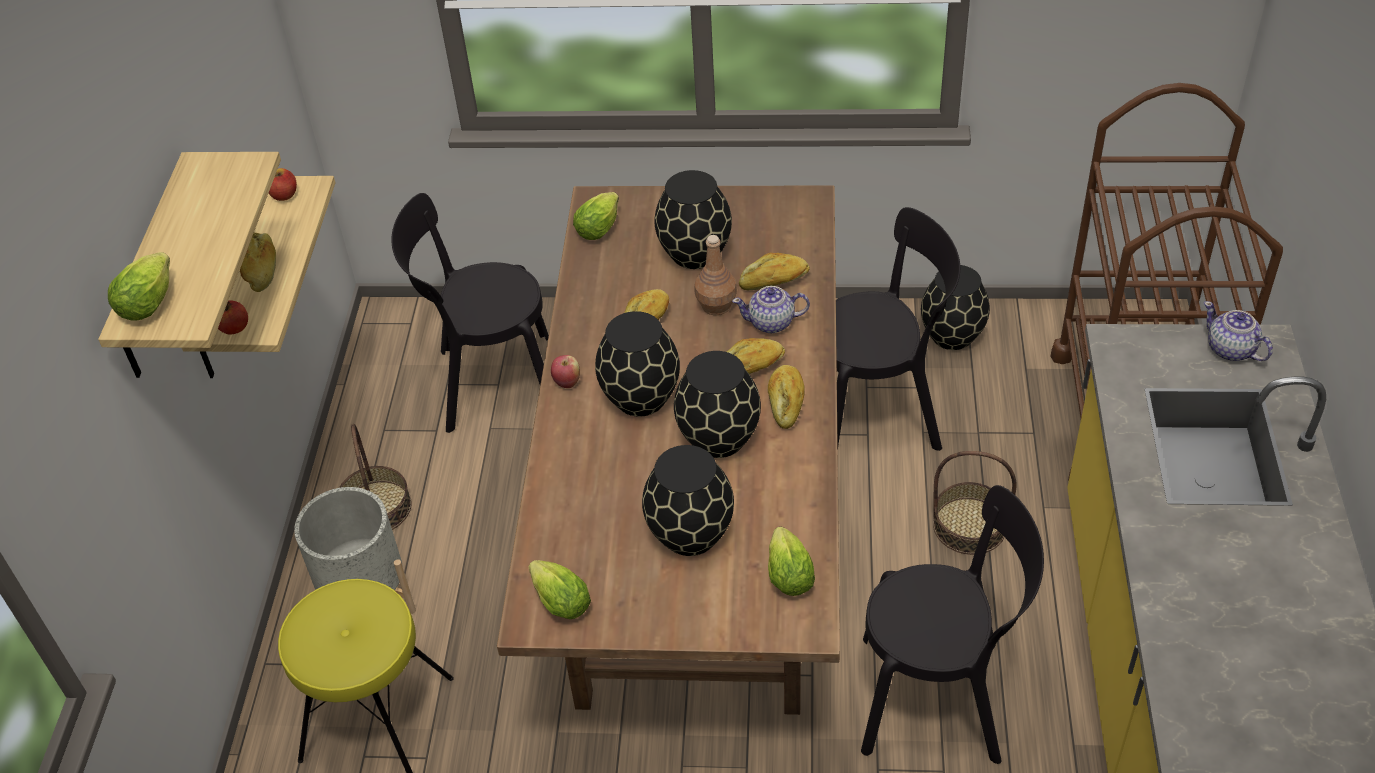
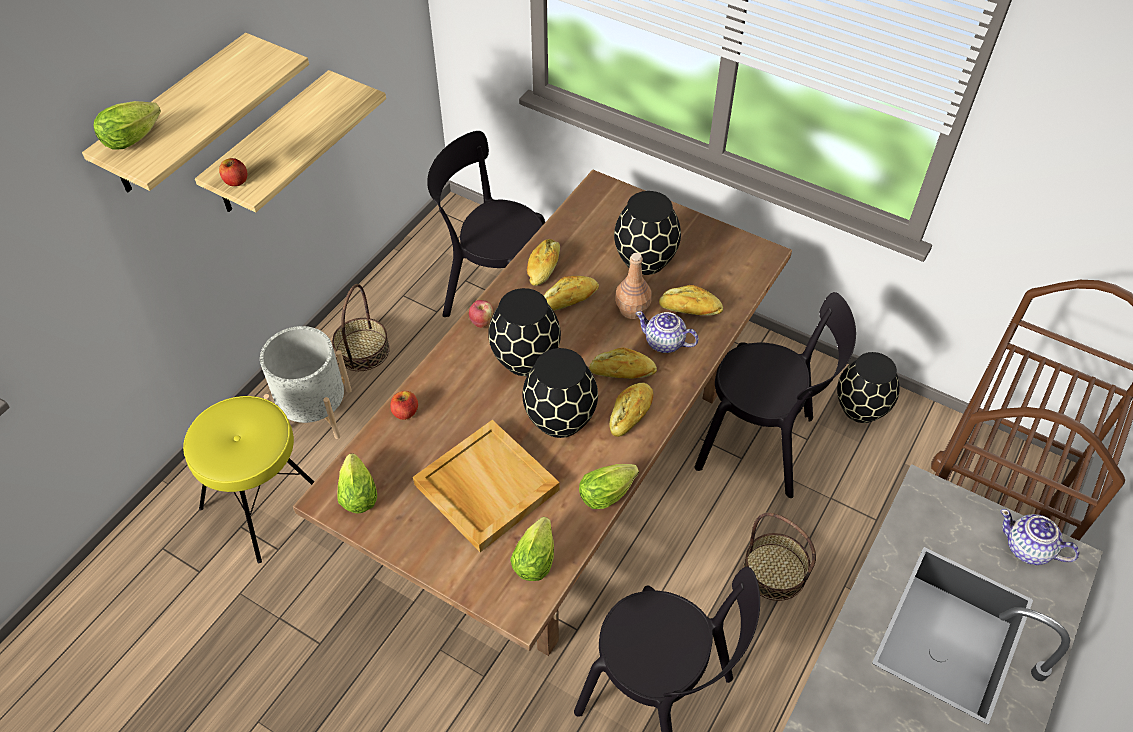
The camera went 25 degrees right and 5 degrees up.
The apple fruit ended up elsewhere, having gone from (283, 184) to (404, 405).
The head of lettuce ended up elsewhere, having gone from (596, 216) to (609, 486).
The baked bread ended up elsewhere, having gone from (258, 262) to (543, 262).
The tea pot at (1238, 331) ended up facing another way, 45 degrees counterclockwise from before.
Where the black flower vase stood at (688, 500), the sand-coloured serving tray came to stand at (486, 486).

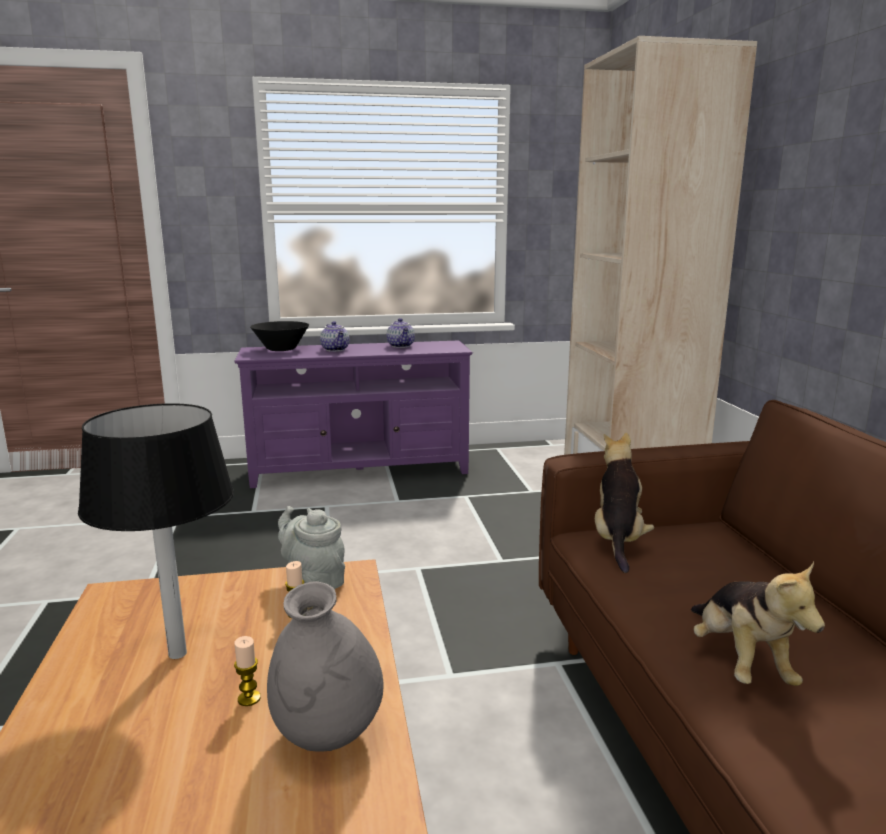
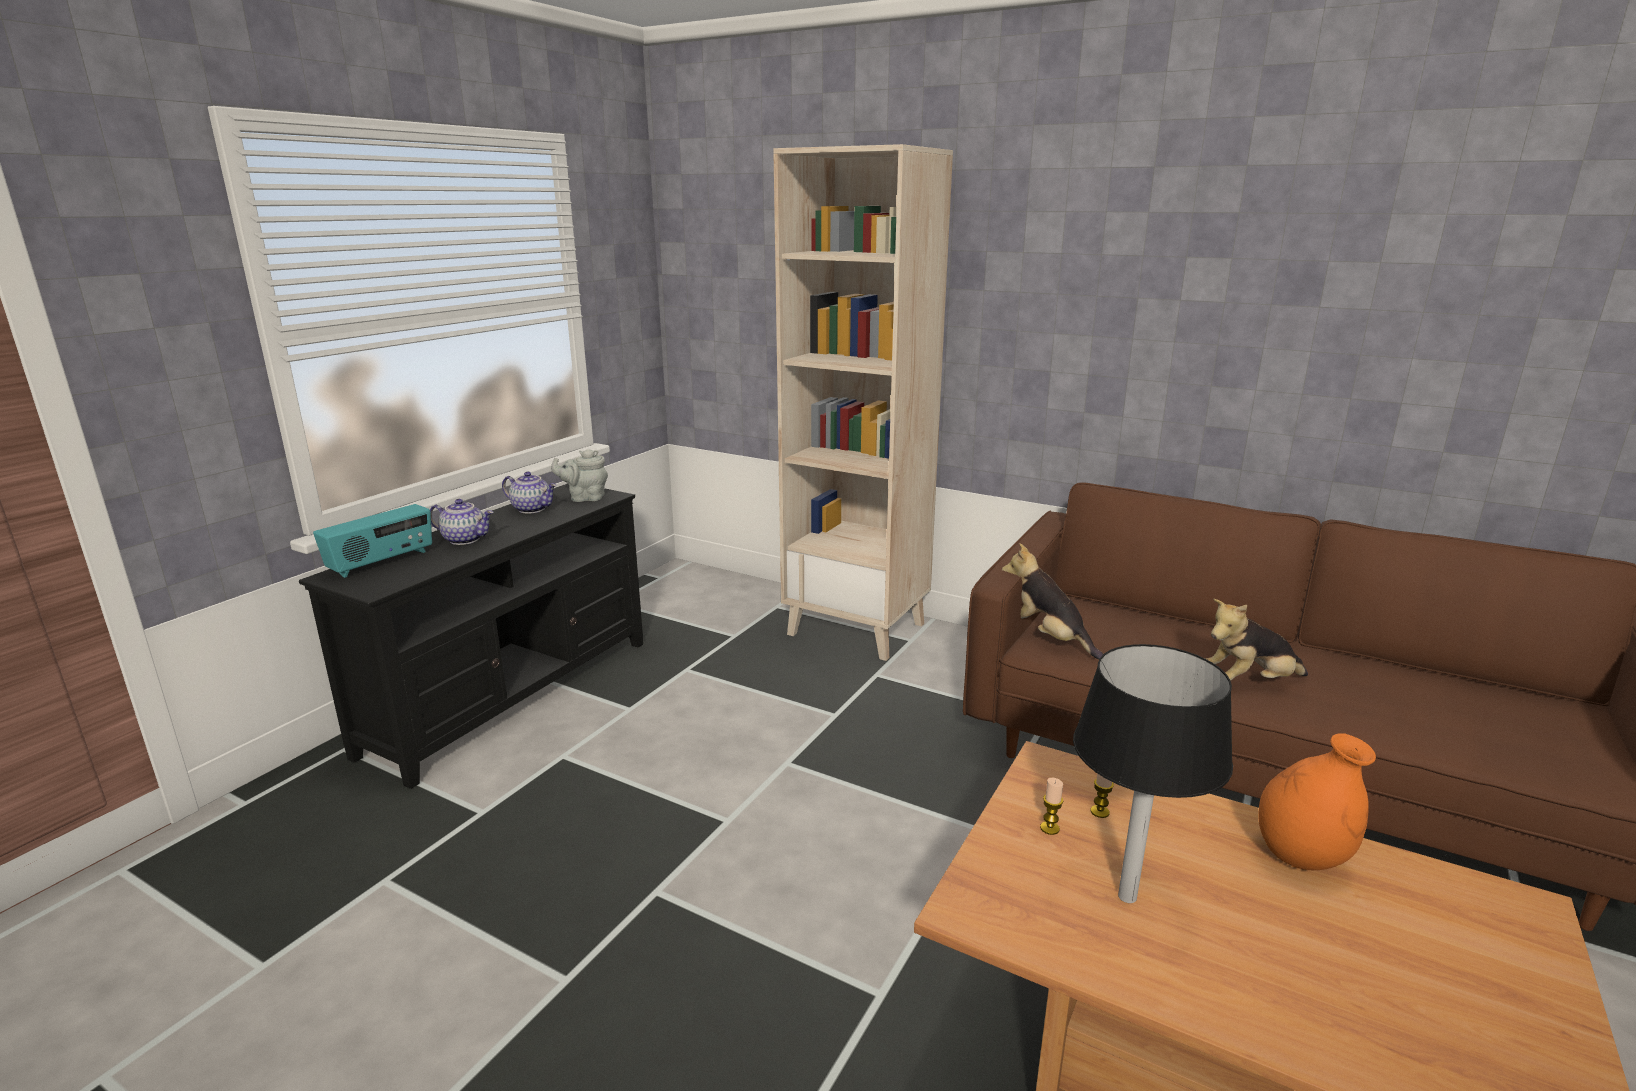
The camera went 50 degrees left and 5 degrees up.
Where the black serving bowl stood at (279, 336), the radio set came to stand at (372, 541).
What was the purple tv stand at (353, 414) turned into the black tv stand at (471, 636).
The grey tea pot ended up elsewhere, having gone from (311, 547) to (579, 475).
The plush toy at (758, 624) ended up facing another way, 135 degrees clockwise from before.
What was the grey flower vase at (325, 666) turned into the orange-coloured flower vase at (1317, 801).
The wax candle ended up elsewhere, having gone from (247, 671) to (1051, 806).

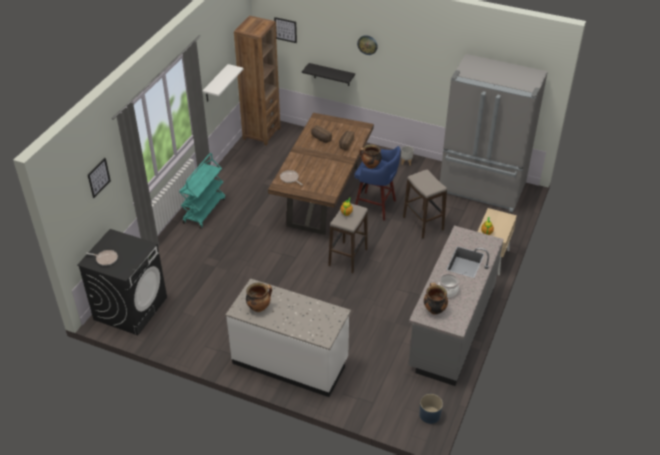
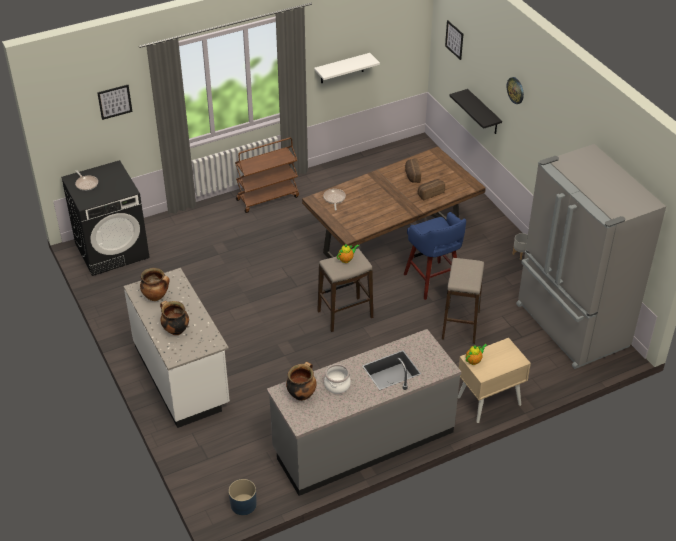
The camera went 40 degrees right and 0 degrees up.
The second view lost the brown shelving unit at (257, 81).
The stockpot ended up elsewhere, having gone from (370, 156) to (174, 318).
What was the turquoise cart at (202, 191) turned into the brown cart at (267, 175).

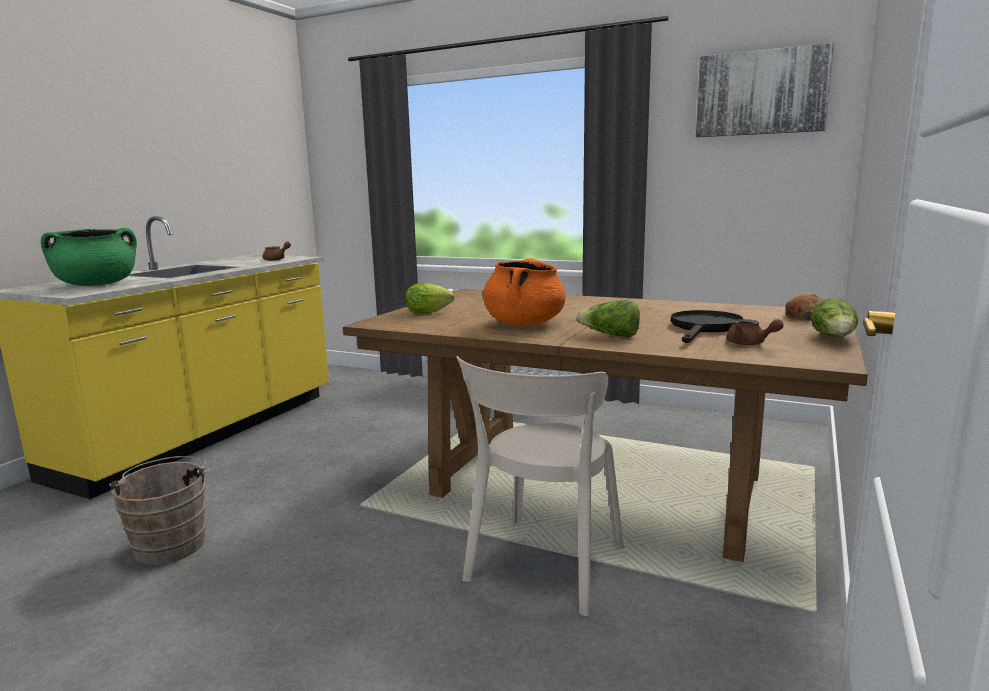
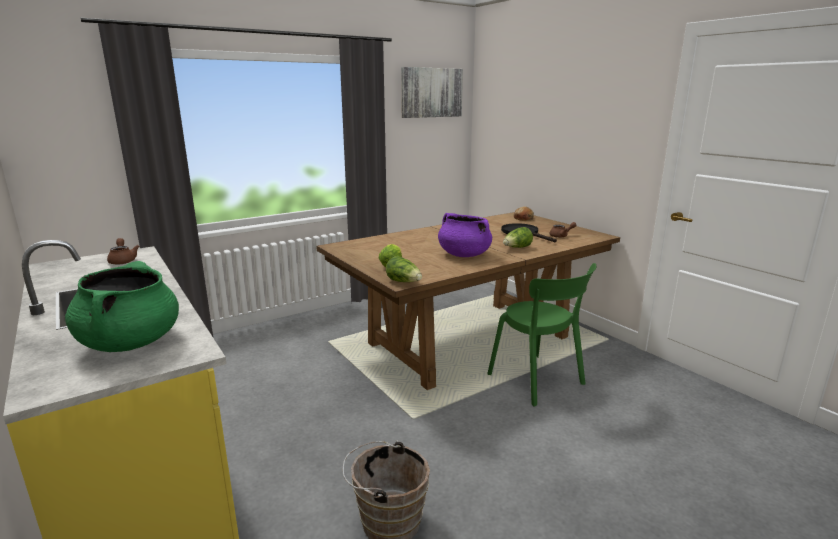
The camera went 60 degrees left and 5 degrees up.
What was the orange-coloured stockpot at (524, 292) turned into the purple stockpot at (465, 235).
The head of lettuce ended up elsewhere, having gone from (834, 317) to (404, 269).
What was the sand-coloured upright chair at (540, 486) turned into the greenish upright chair at (541, 334).

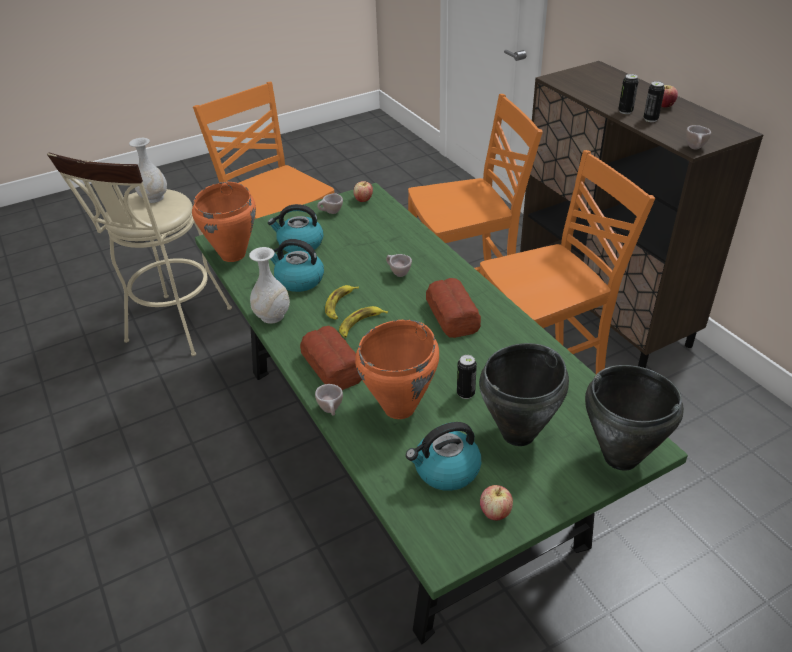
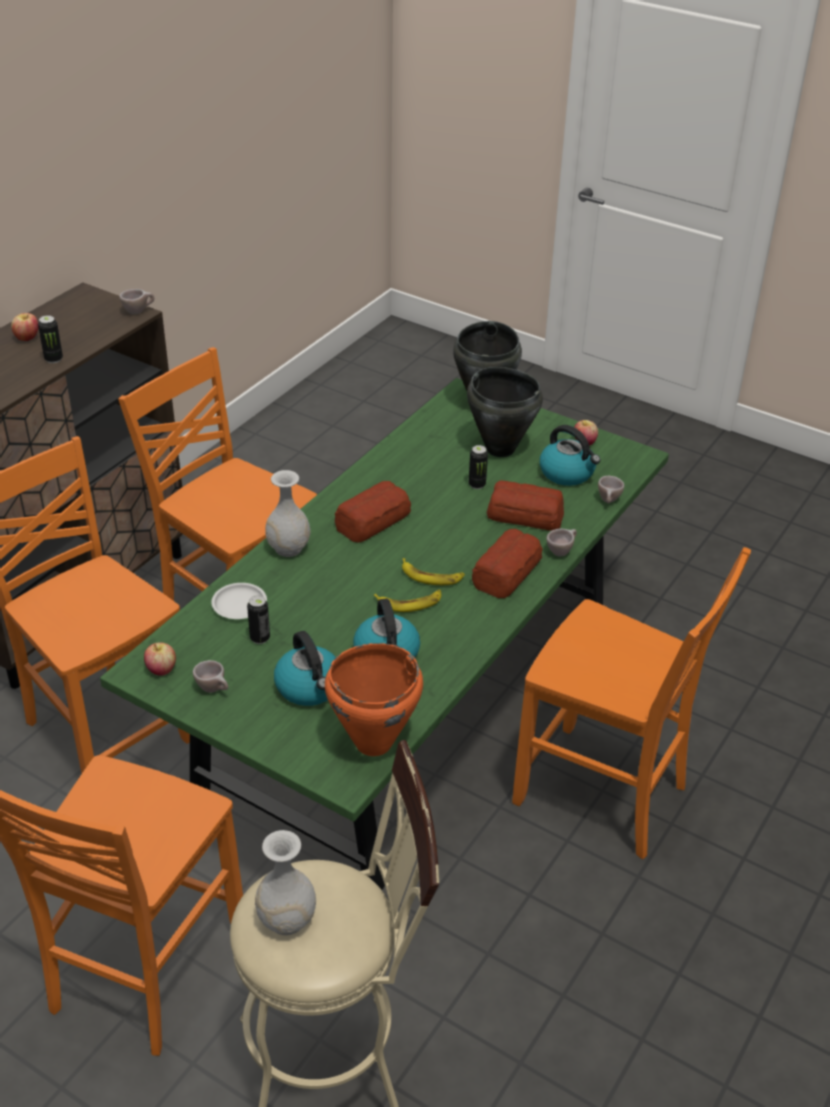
The camera went 120 degrees left and 0 degrees up.
The sealed can ended up elsewhere, having gone from (654, 101) to (258, 619).
The white flower vase ended up elsewhere, having gone from (269, 285) to (287, 513).
The sand-coloured small cup ended up elsewhere, having gone from (399, 265) to (611, 490).
Where the orange-coloured stockpot stood at (397, 369), the baked bread came to stand at (525, 505).
The second view gained the orange-coloured upright chair at (631, 703).
The second view gained the white plate at (239, 601).

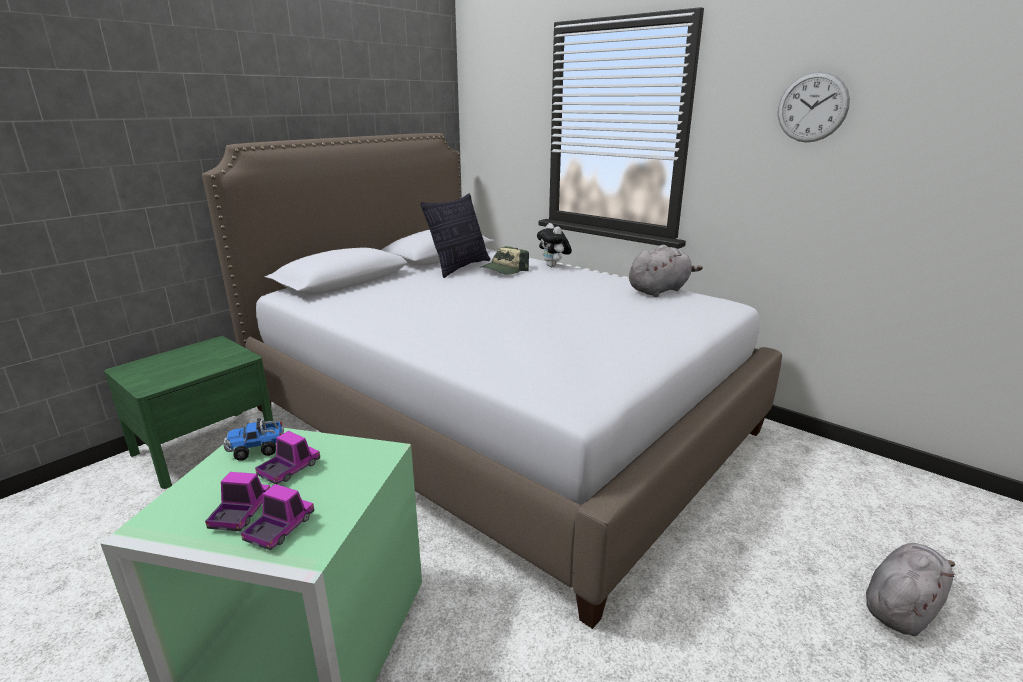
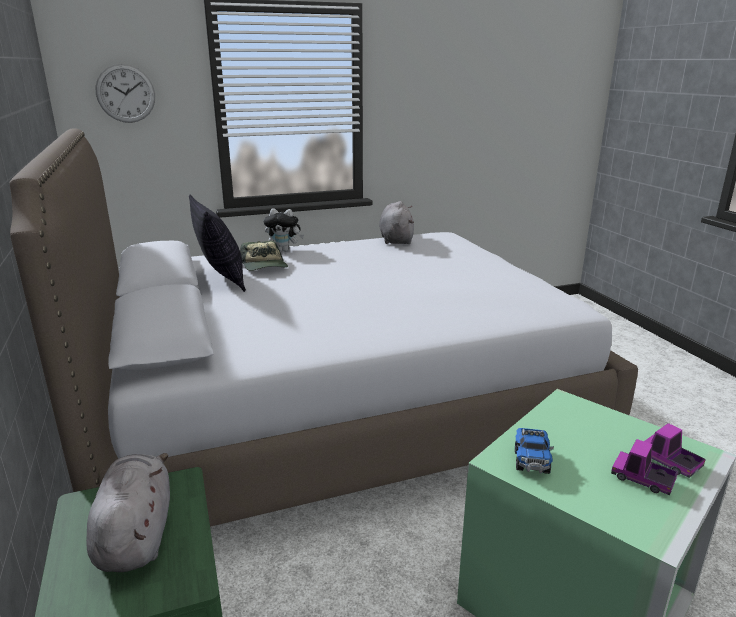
The camera went 60 degrees left and 0 degrees up.
The wall clock ended up elsewhere, having gone from (814, 106) to (125, 93).
The second view lost the toy lorry at (287, 457).
The grey plush toy ended up elsewhere, having gone from (910, 589) to (128, 512).

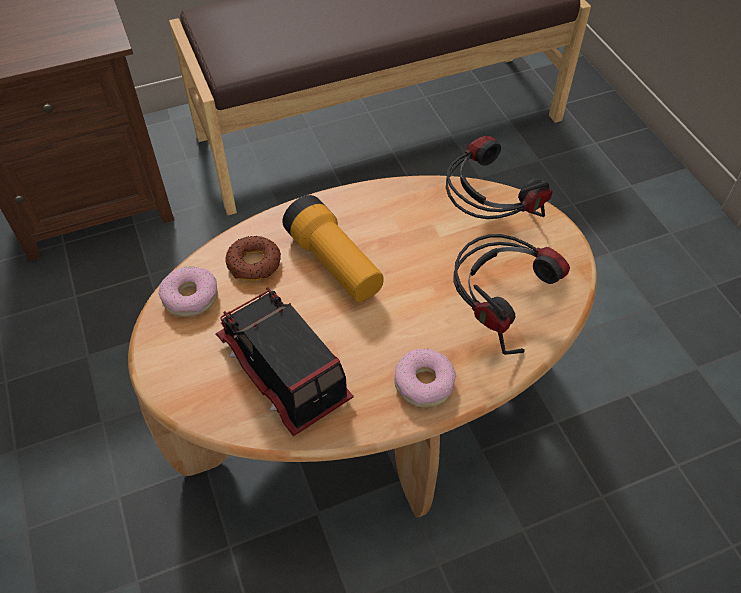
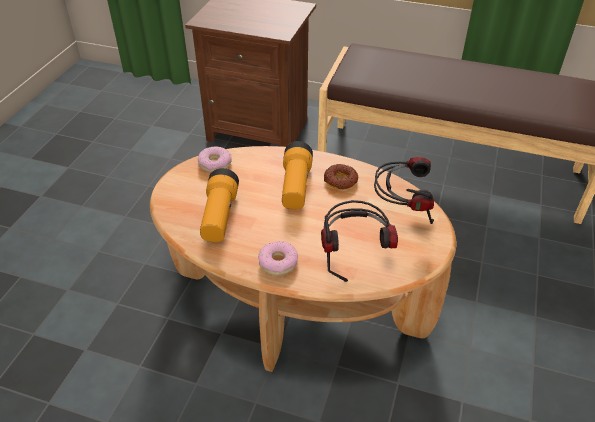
The camera went 40 degrees right and 10 degrees down.
The ring doughnut ended up elsewhere, having gone from (253, 258) to (341, 177).
Where the toy lorry stood at (285, 361), the torch came to stand at (219, 205).

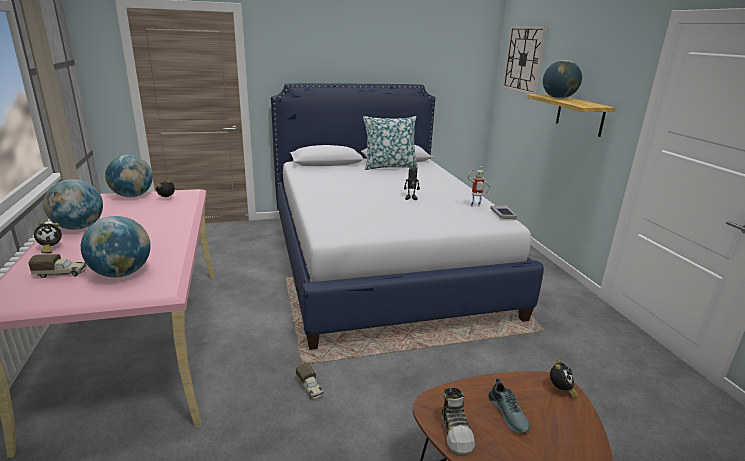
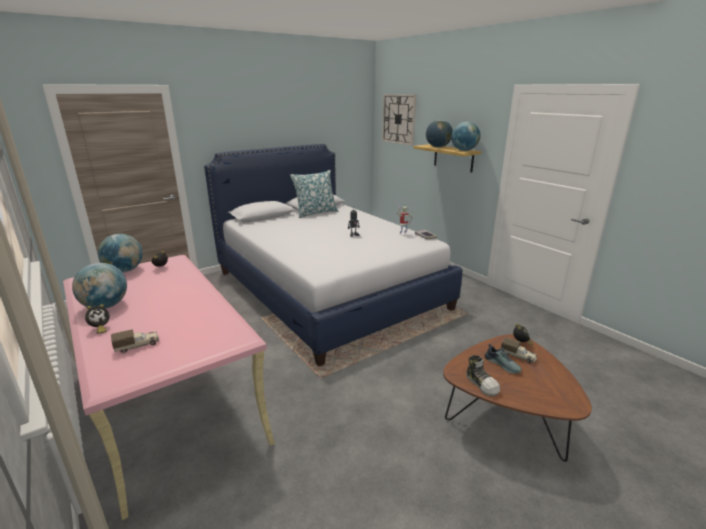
The camera went 20 degrees left and 0 degrees up.
The globe ended up elsewhere, having gone from (116, 246) to (466, 136).
The toy lorry ended up elsewhere, having gone from (310, 381) to (519, 350).

